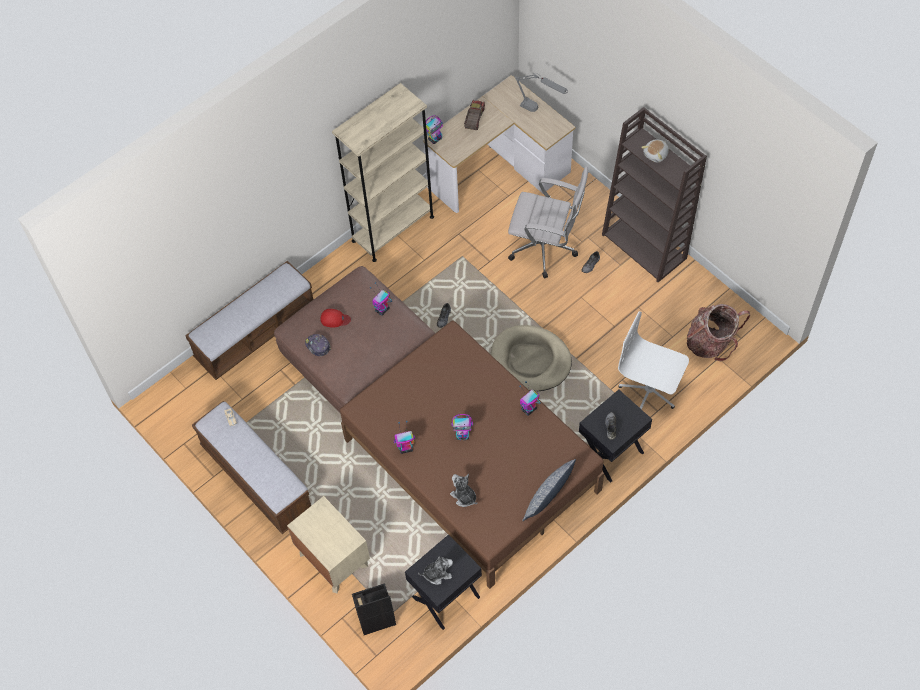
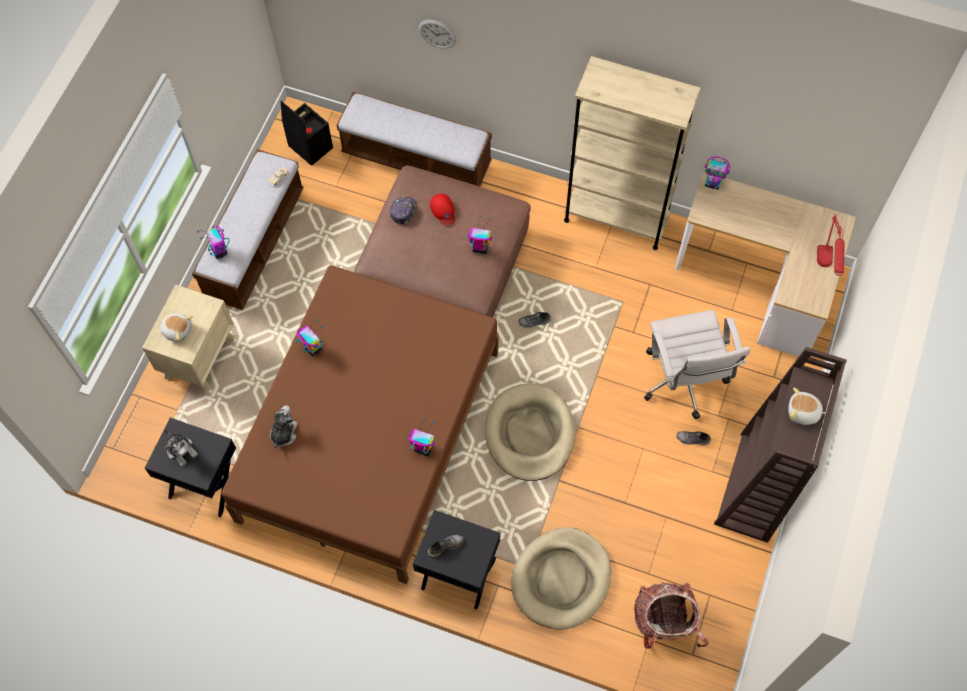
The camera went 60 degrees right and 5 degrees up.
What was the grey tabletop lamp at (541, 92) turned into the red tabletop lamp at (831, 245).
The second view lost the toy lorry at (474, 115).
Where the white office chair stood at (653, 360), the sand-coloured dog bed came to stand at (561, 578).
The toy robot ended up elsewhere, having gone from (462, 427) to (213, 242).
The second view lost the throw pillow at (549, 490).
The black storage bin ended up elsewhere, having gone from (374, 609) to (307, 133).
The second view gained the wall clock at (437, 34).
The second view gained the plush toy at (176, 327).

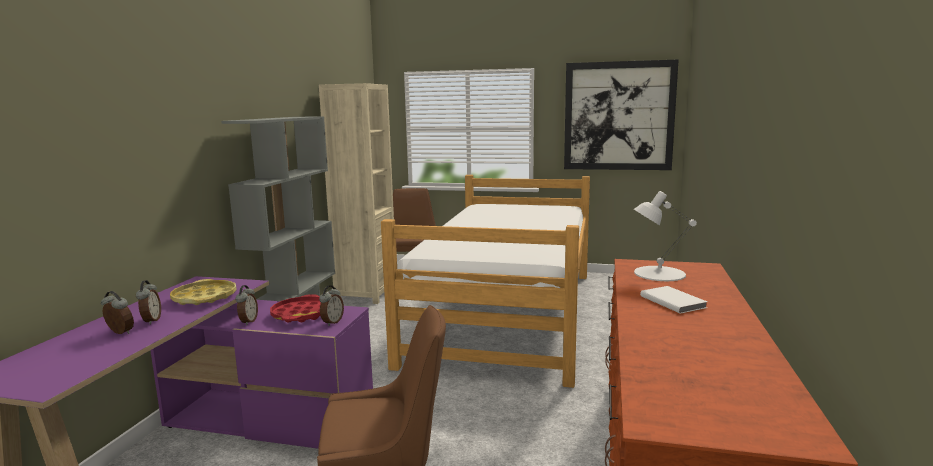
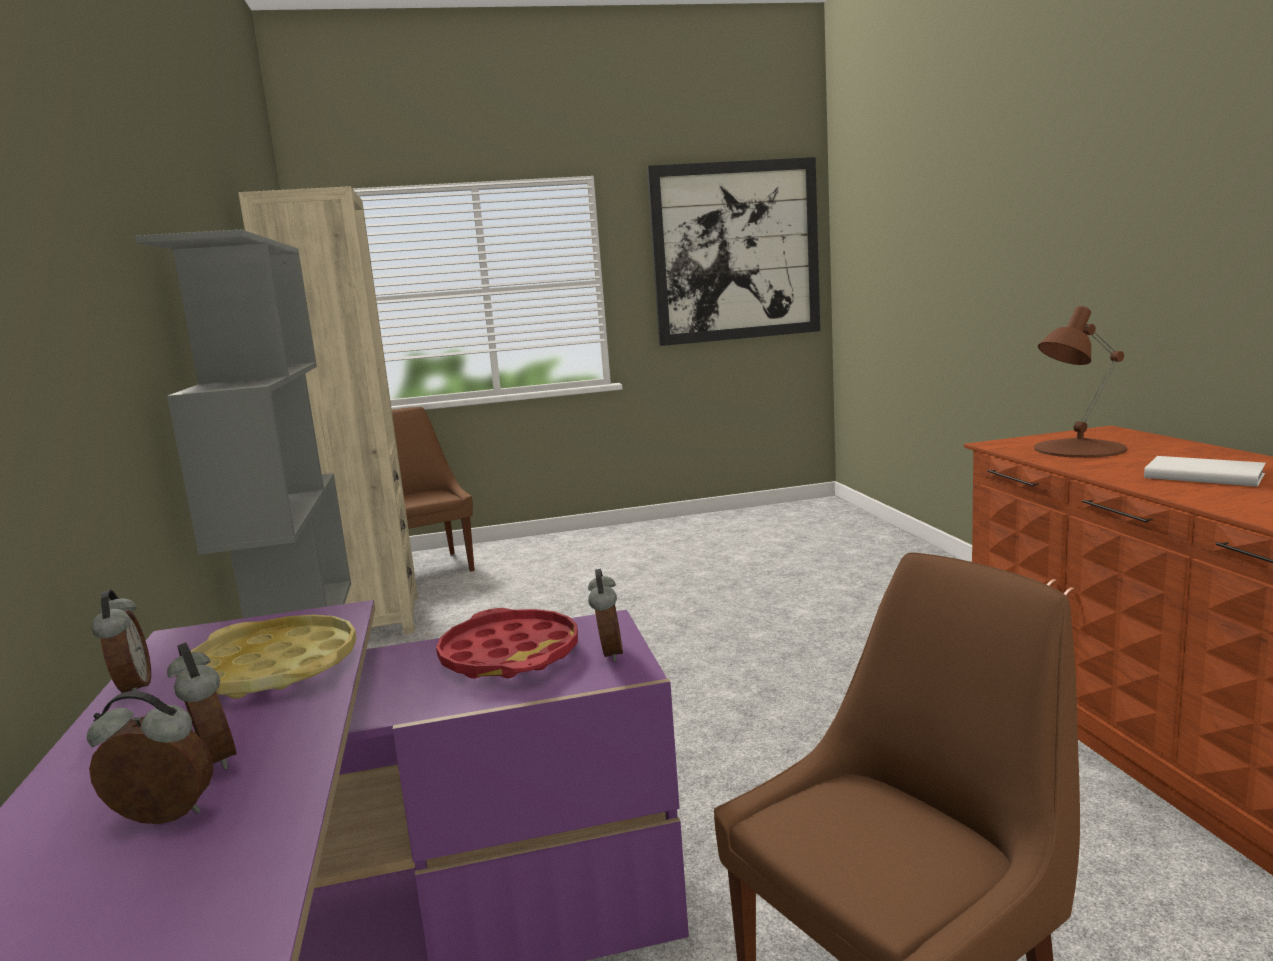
The camera went 25 degrees left and 0 degrees up.
The second view lost the sleeping bed at (485, 281).
What was the white tabletop lamp at (665, 236) turned into the brown tabletop lamp at (1080, 382).
The table clock ended up elsewhere, having gone from (246, 305) to (121, 641).

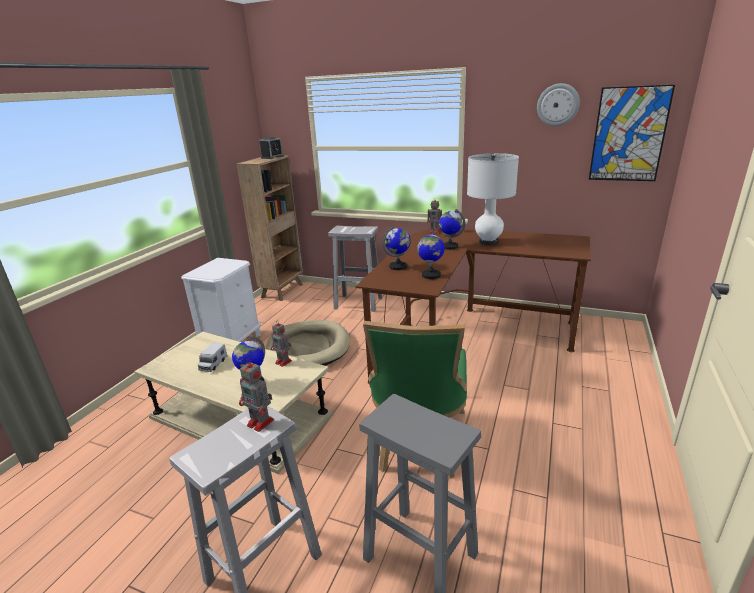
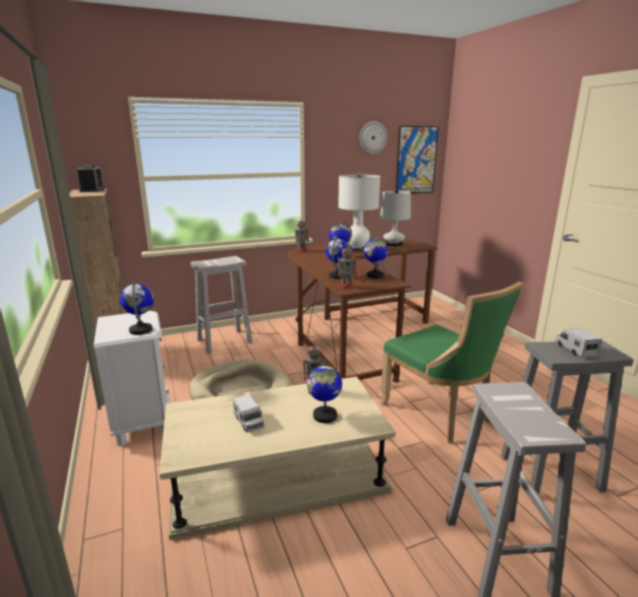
The camera went 45 degrees left and 5 degrees down.
The toy robot ended up elsewhere, having gone from (256, 395) to (347, 266).
The second view gained the white tabletop lamp at (395, 218).
The second view gained the globe at (137, 309).
The second view gained the toy lorry at (578, 343).

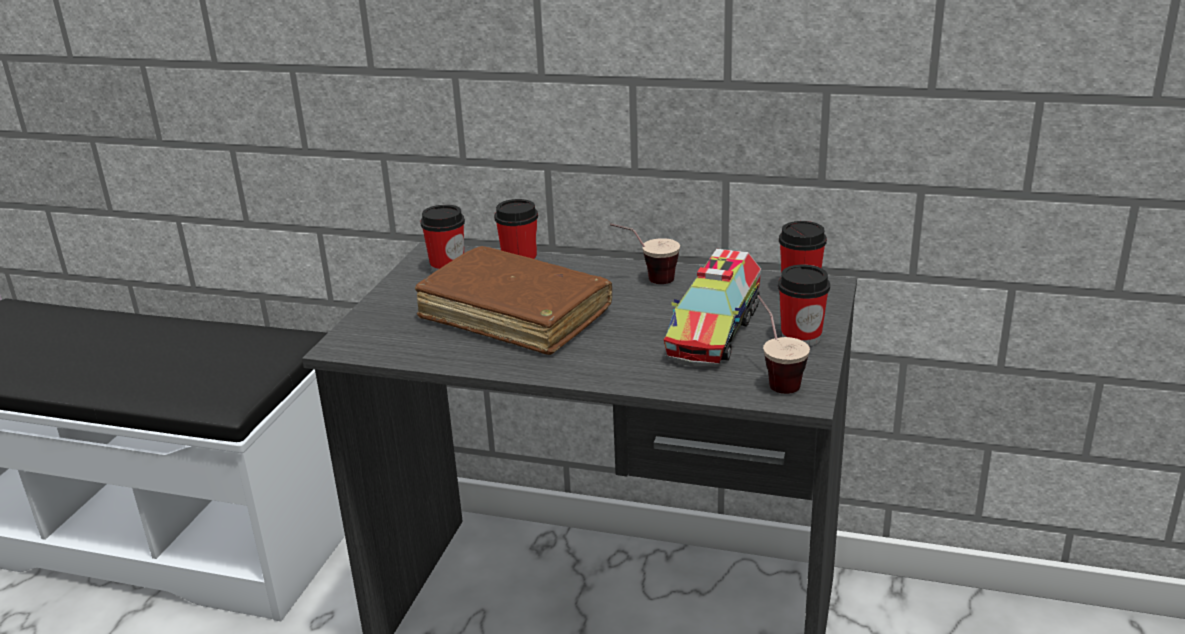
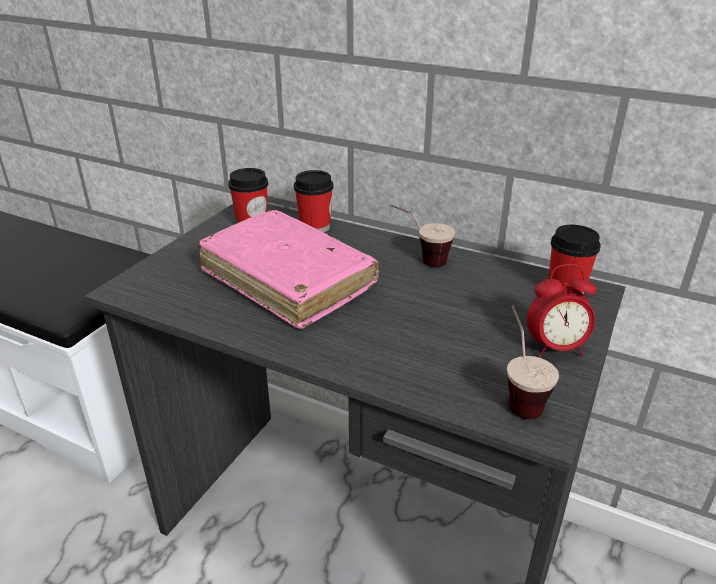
The camera went 10 degrees right and 5 degrees up.
What was the brown volume at (513, 300) turned into the pinkish volume at (289, 269).
The second view lost the toy lorry at (712, 308).
Where the small cup stood at (804, 306), the table clock came to stand at (562, 310).

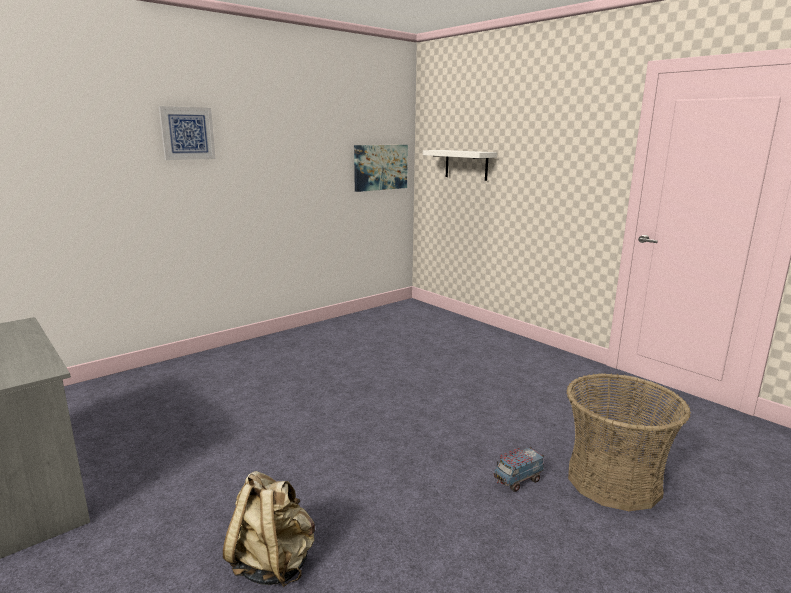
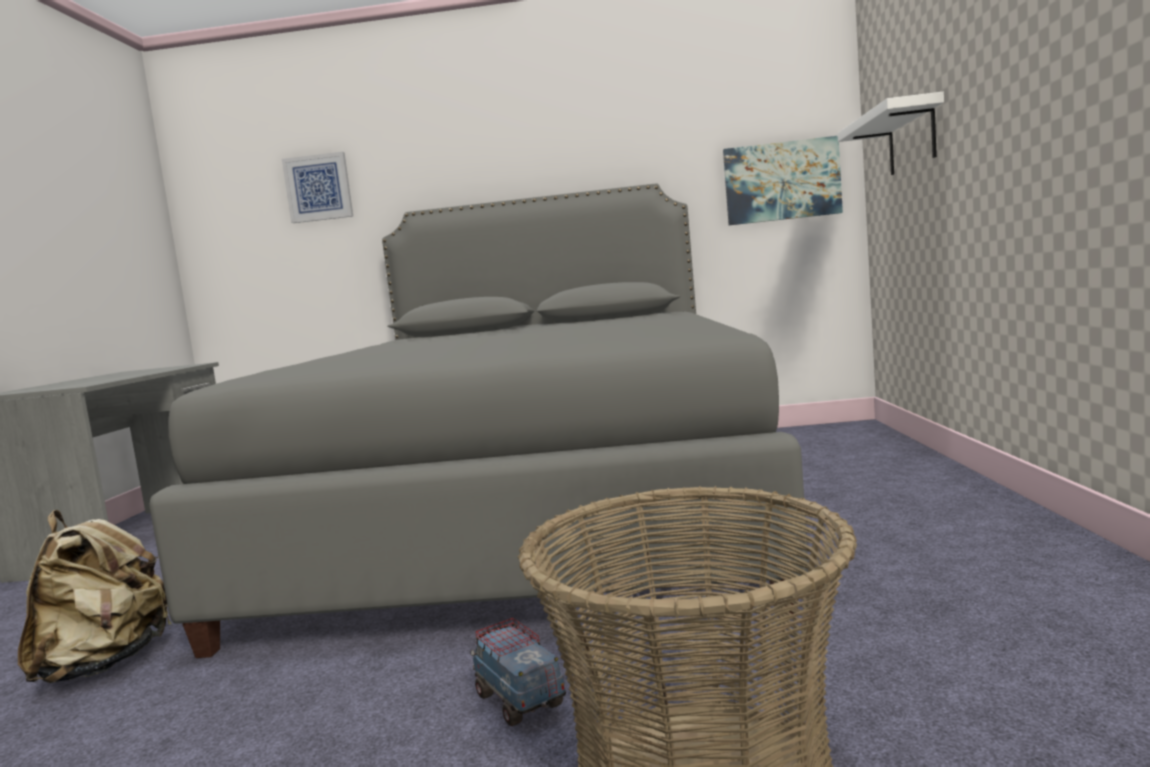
The camera went 45 degrees right and 10 degrees down.
The picture ended up elsewhere, having gone from (187, 133) to (317, 187).
The toy lorry at (519, 469) ended up facing another way, 45 degrees clockwise from before.
The second view gained the grey sleeping bed at (478, 420).

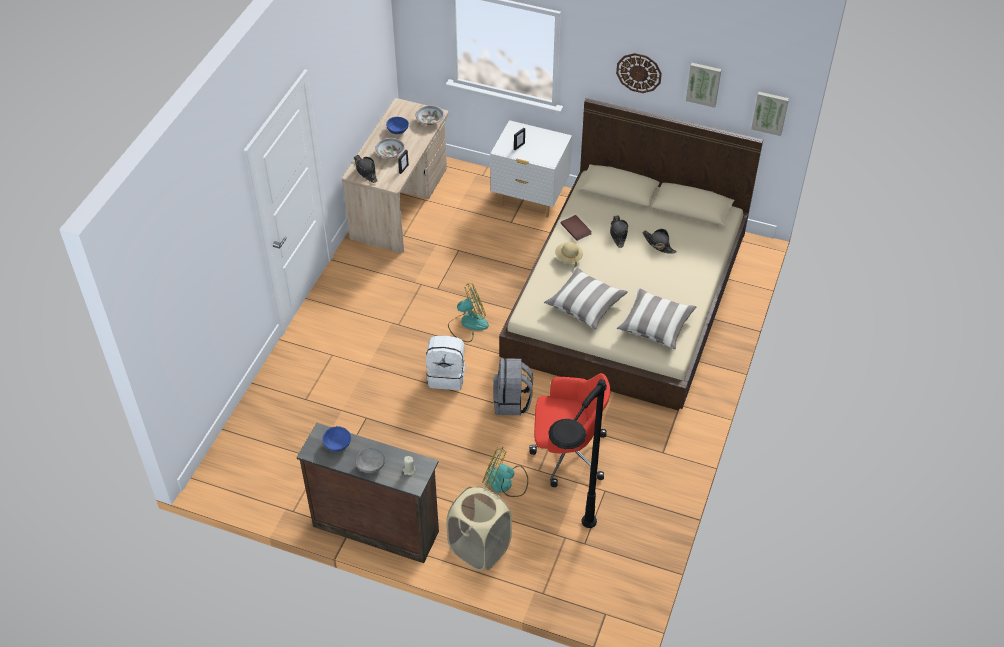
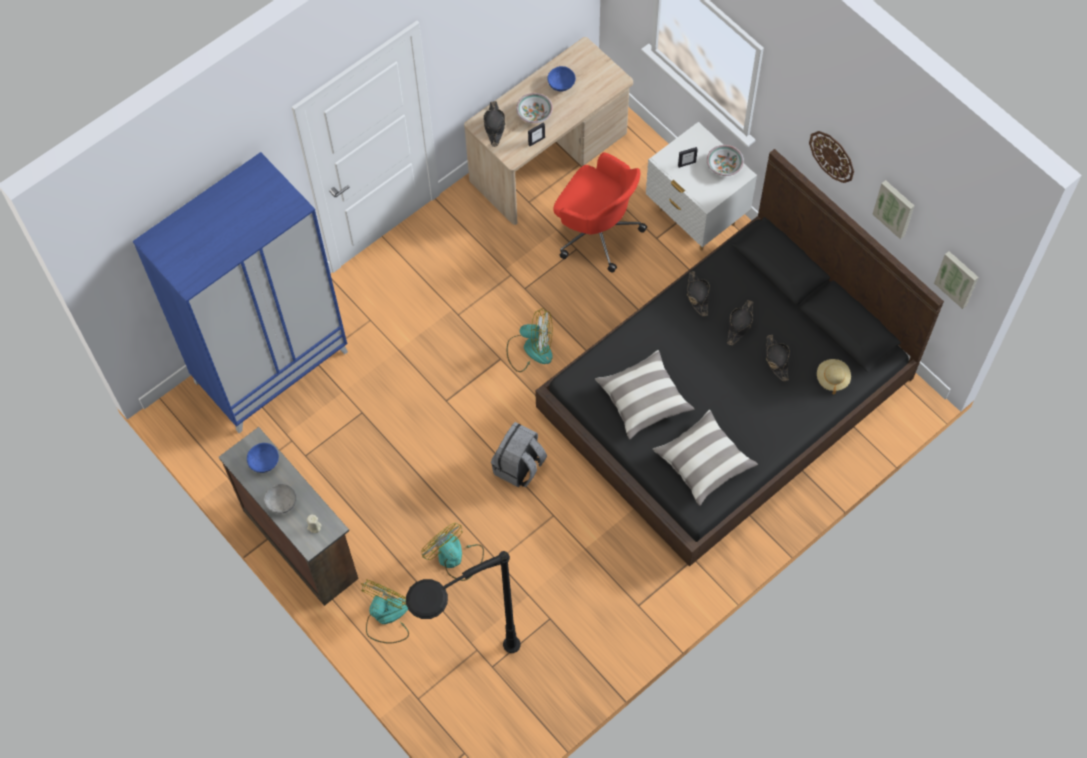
The camera went 30 degrees right and 15 degrees up.
What was the sand-coloured sleeping bed at (631, 254) turned into the black sleeping bed at (739, 358).
The serving bowl ended up elsewhere, having gone from (430, 115) to (725, 160).
Where the brown volume stood at (576, 228), the black wearable hat came to stand at (698, 293).
The sand-coloured wearable hat ended up elsewhere, having gone from (569, 254) to (834, 376).
The second view lost the white rucksack at (446, 363).
The red office chair ended up elsewhere, having gone from (569, 430) to (600, 212).
Where the sand-coloured laundry basket stood at (479, 528), the cooling fan came to stand at (385, 611).
The second view gained the bluish clothes cupboard at (240, 292).

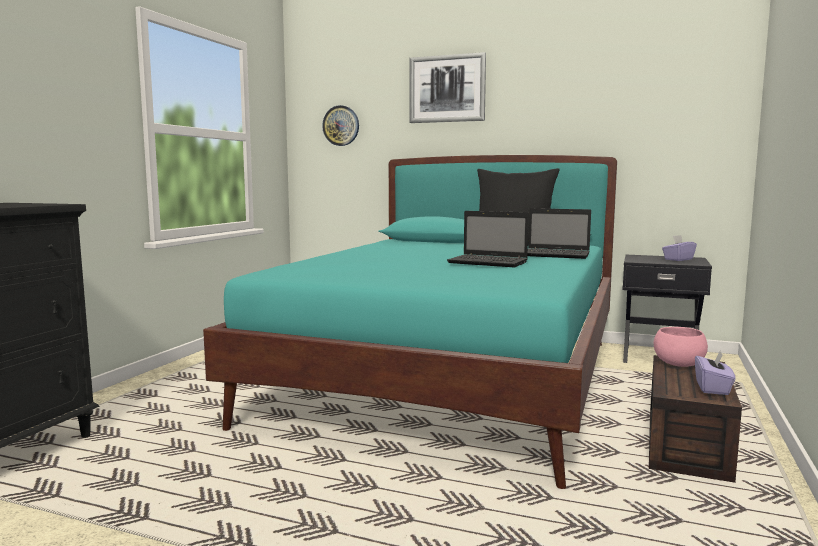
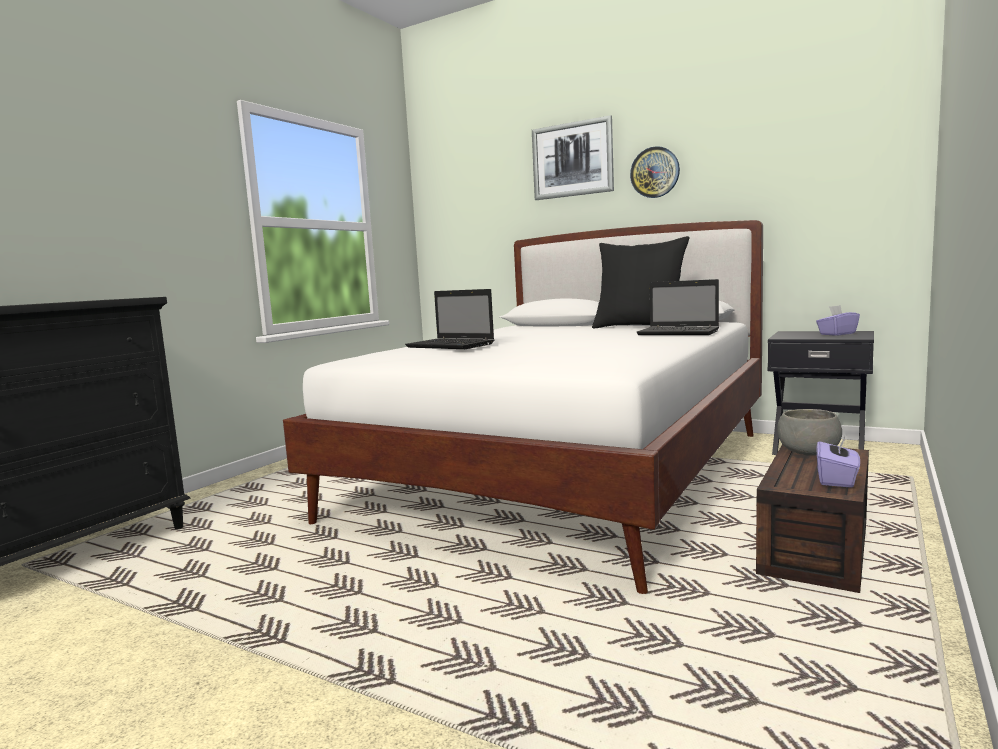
The camera went 10 degrees right and 0 degrees up.
The wall clock ended up elsewhere, having gone from (340, 125) to (655, 172).
What was the turquoise sleeping bed at (410, 322) turned into the white sleeping bed at (523, 407).
The portable computer ended up elsewhere, having gone from (488, 239) to (449, 319).
What was the pinkish serving bowl at (681, 347) turned into the grey serving bowl at (809, 432).

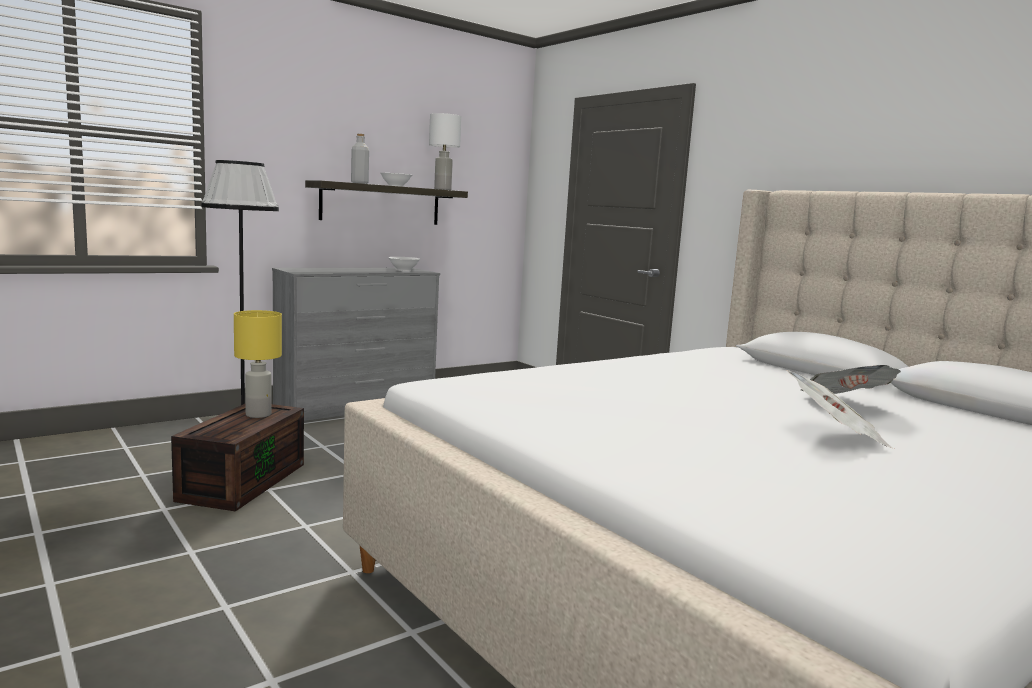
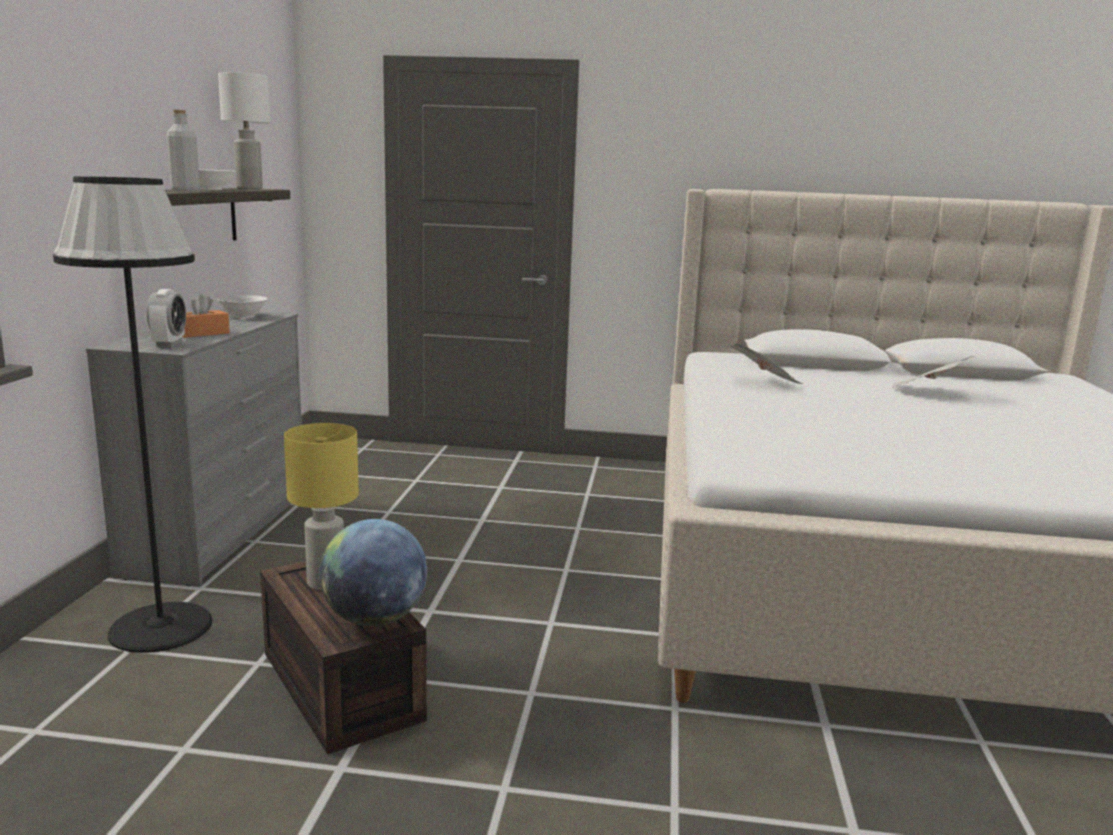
The camera went 45 degrees left and 5 degrees up.
The newspaper ended up elsewhere, having gone from (840, 409) to (766, 364).
The second view gained the table clock at (166, 318).
The second view gained the orange-coloured box of tissues at (206, 316).
The second view gained the globe at (373, 572).

